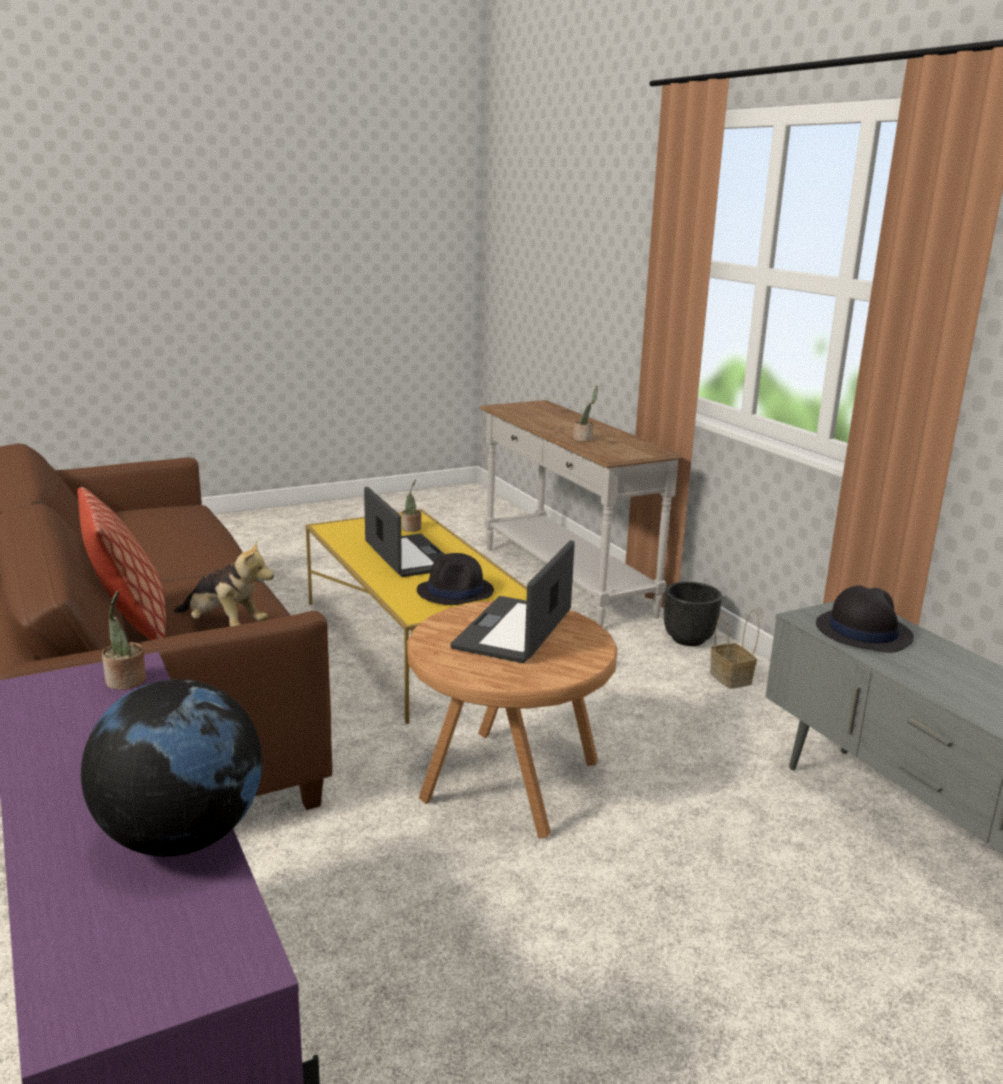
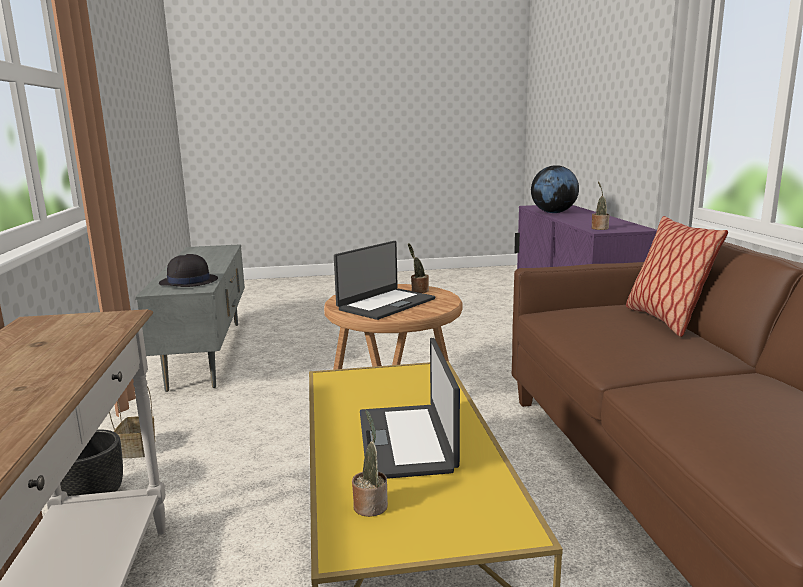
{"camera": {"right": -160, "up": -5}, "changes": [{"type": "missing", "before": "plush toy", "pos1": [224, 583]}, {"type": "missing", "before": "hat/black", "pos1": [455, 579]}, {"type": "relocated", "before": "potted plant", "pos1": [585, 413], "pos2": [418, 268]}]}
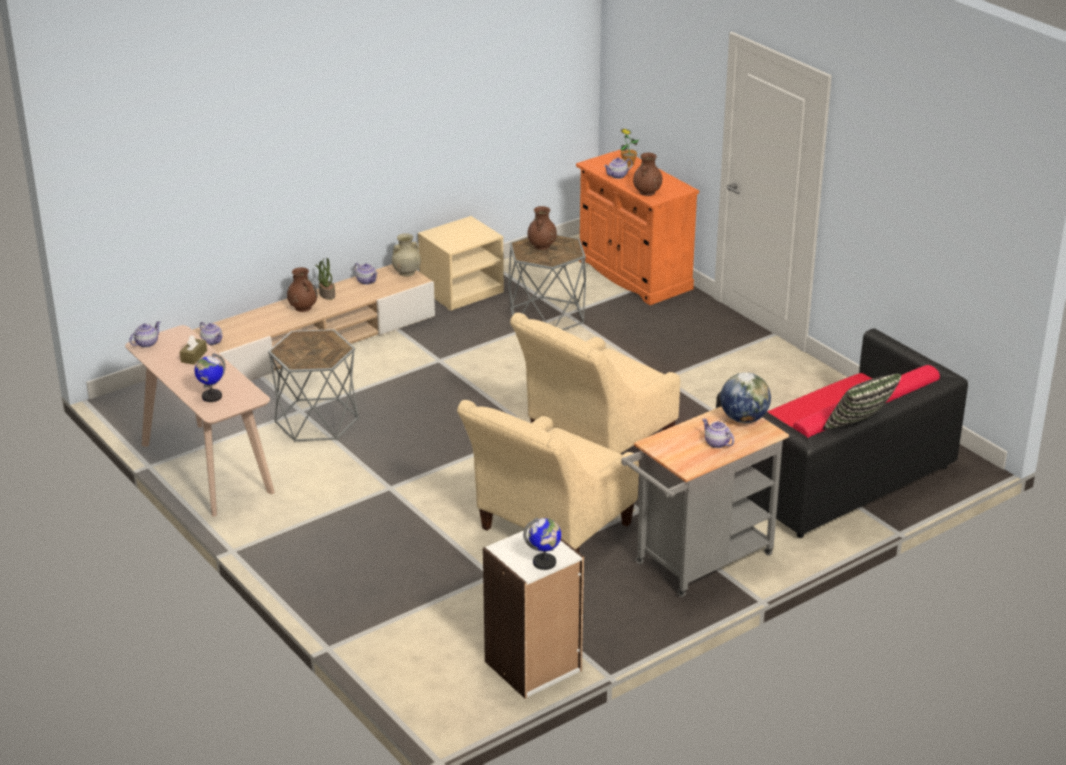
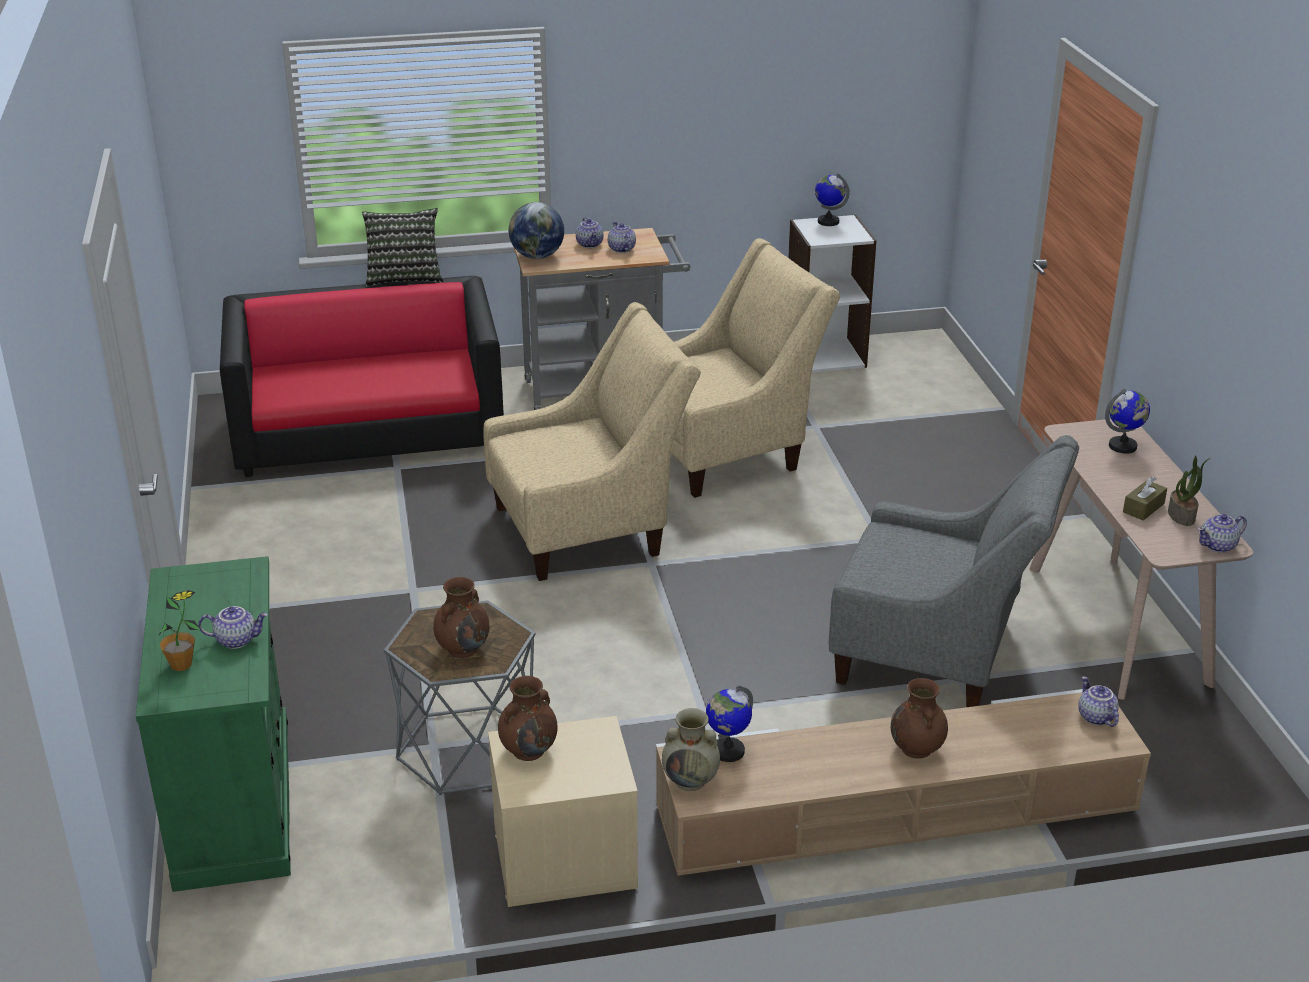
{"camera": {"right": -155, "up": 0}, "changes": [{"type": "exchanged", "before": "side table/grey", "after": "armchair/grey", "pos1": [313, 385], "pos2": [954, 571]}, {"type": "relocated", "before": "potted plant", "pos1": [325, 279], "pos2": [1189, 490]}, {"type": "relocated", "before": "teapot", "pos1": [366, 274], "pos2": [622, 237]}, {"type": "colour", "before": "cabinet/orange", "after": "cabinet/green", "pos1": [637, 227], "pos2": [213, 724]}, {"type": "relocated", "before": "vase/brown", "pos1": [647, 174], "pos2": [528, 718]}, {"type": "appeared", "after": "globe", "pos2": [729, 724]}]}
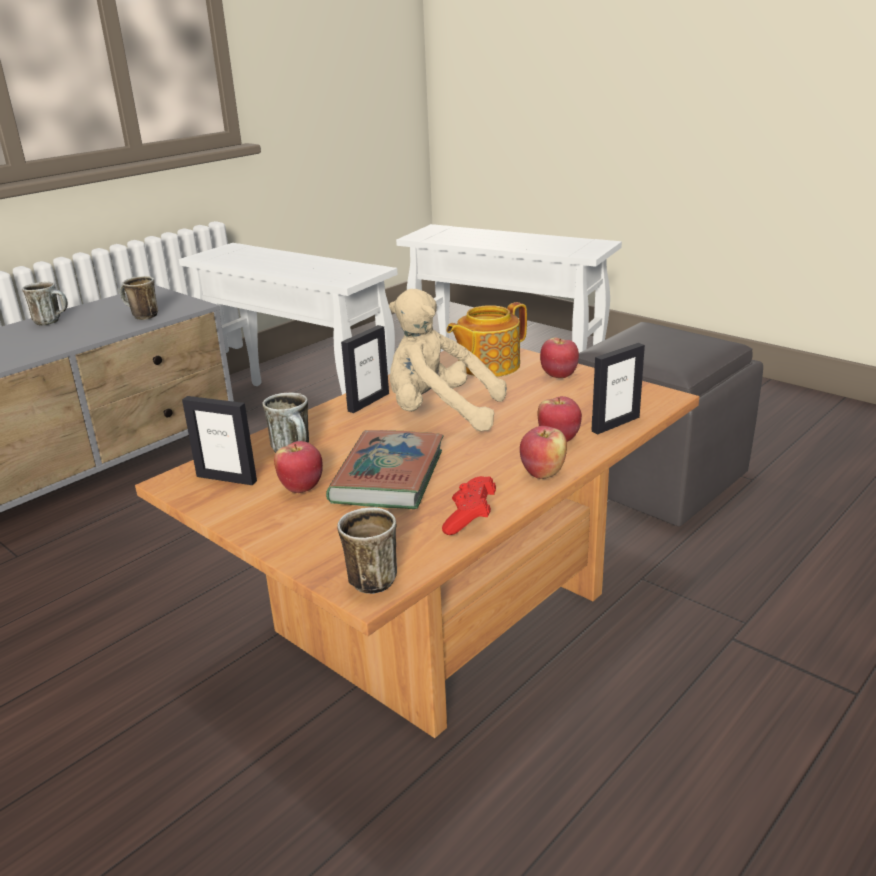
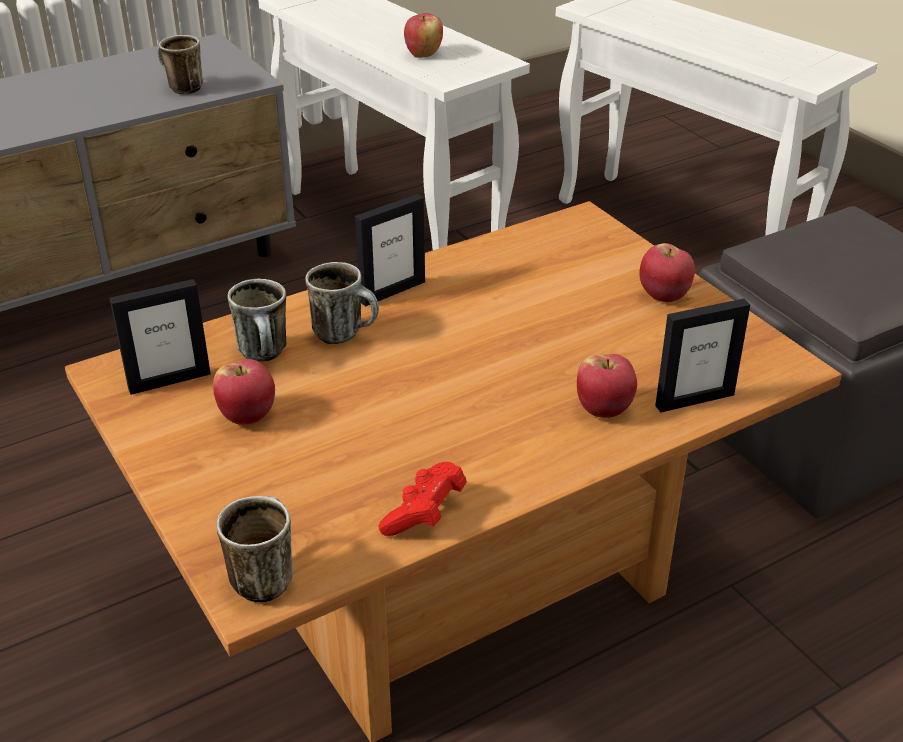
{"camera": {"right": 15, "up": 10}, "changes": [{"type": "relocated", "before": "mug", "pos1": [45, 304], "pos2": [342, 303]}, {"type": "spun", "before": "picture frame", "pos1": [219, 440], "pos2": [160, 337], "turn": -60}, {"type": "missing", "before": "book", "pos1": [385, 469]}, {"type": "missing", "before": "plush toy/beige", "pos1": [448, 360]}, {"type": "missing", "before": "teapot", "pos1": [486, 339]}, {"type": "relocated", "before": "apple", "pos1": [543, 452], "pos2": [423, 35]}]}
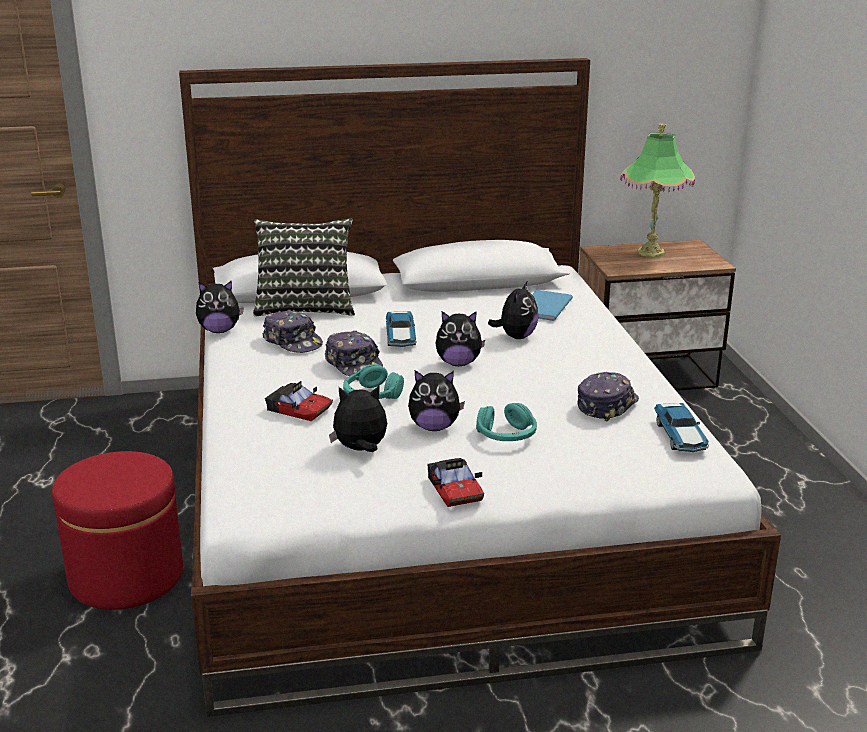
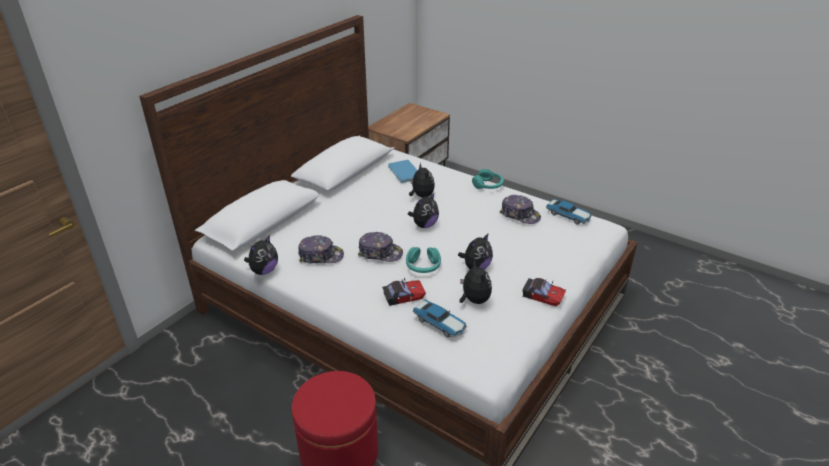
{"camera": {"right": -45, "up": 10}, "changes": [{"type": "missing", "before": "pillow", "pos1": [304, 267]}, {"type": "spun", "before": "plush toy", "pos1": [358, 419], "pos2": [476, 282], "turn": 120}, {"type": "relocated", "before": "toy car", "pos1": [401, 329], "pos2": [440, 318]}, {"type": "relocated", "before": "headphones/turquoise", "pos1": [506, 422], "pos2": [488, 179]}, {"type": "spun", "before": "cap", "pos1": [608, 397], "pos2": [520, 209], "turn": 135}, {"type": "missing", "before": "table lamp", "pos1": [657, 190]}]}
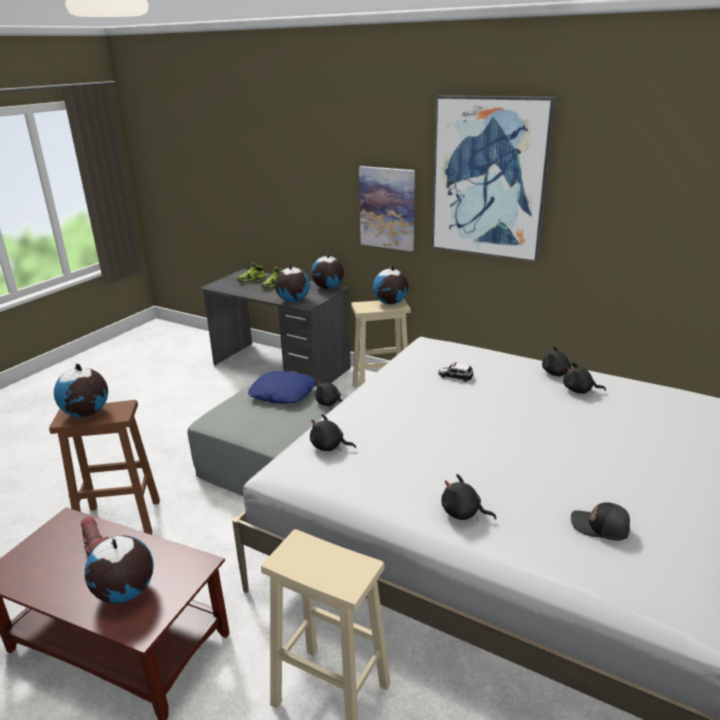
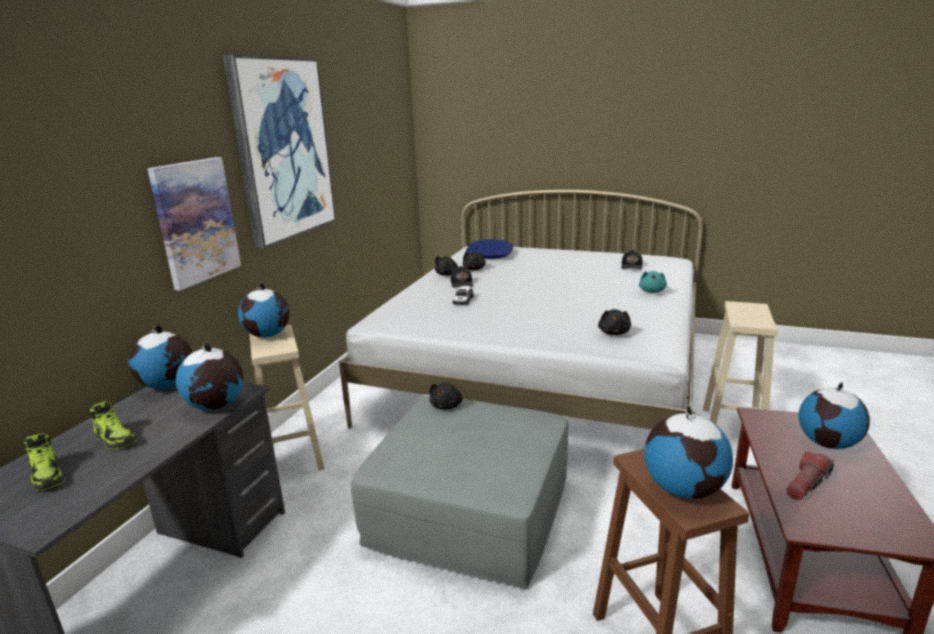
{"camera": {"right": -100, "up": -5}, "changes": [{"type": "relocated", "before": "pillow/blue", "pos1": [282, 387], "pos2": [489, 249]}, {"type": "colour", "before": "plush toy/black", "after": "plush toy/turquoise", "pos1": [468, 497], "pos2": [653, 282]}, {"type": "appeared", "after": "cap/black", "pos2": [462, 277]}]}
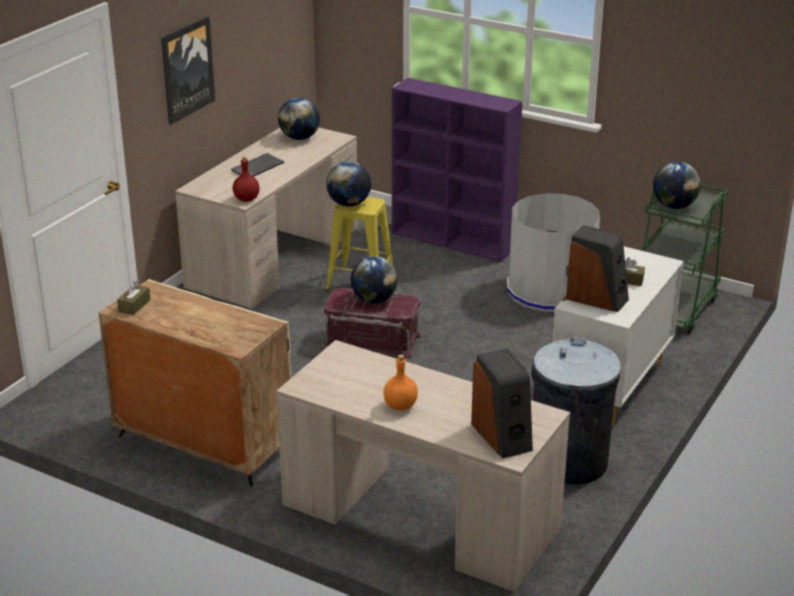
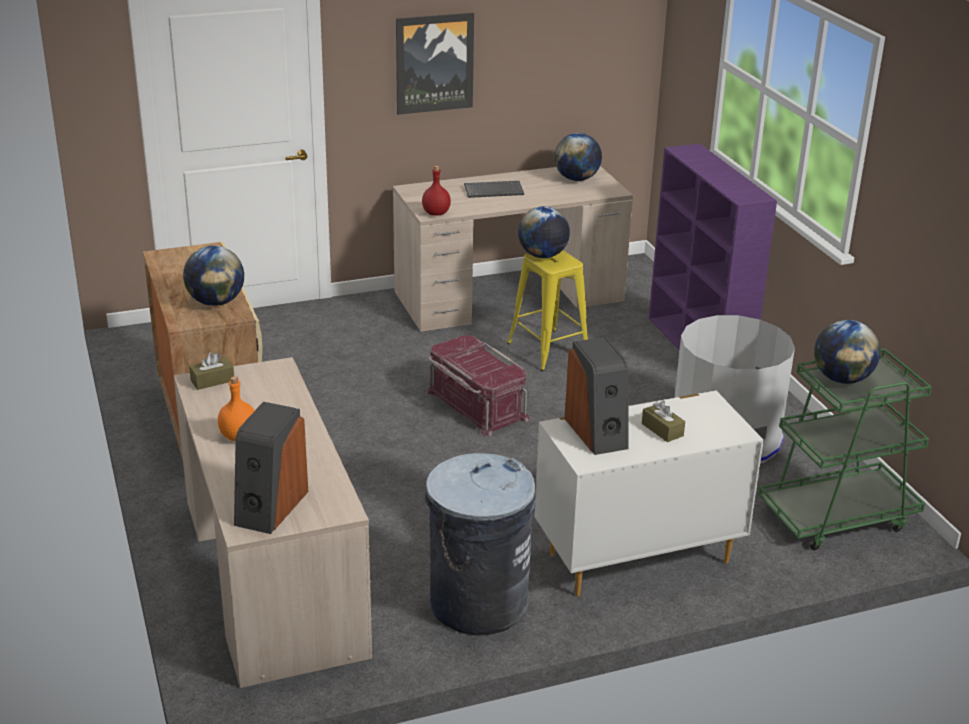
{"camera": {"right": 40, "up": 0}, "changes": [{"type": "relocated", "before": "tissue box/brown", "pos1": [133, 297], "pos2": [211, 371]}, {"type": "relocated", "before": "globe", "pos1": [374, 279], "pos2": [213, 275]}]}
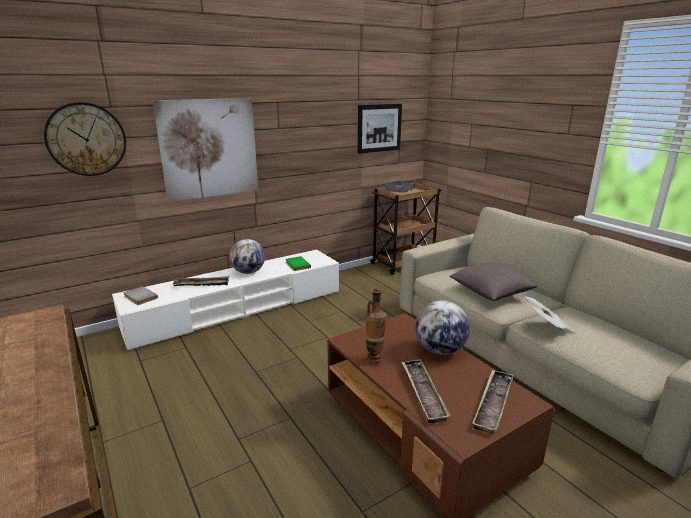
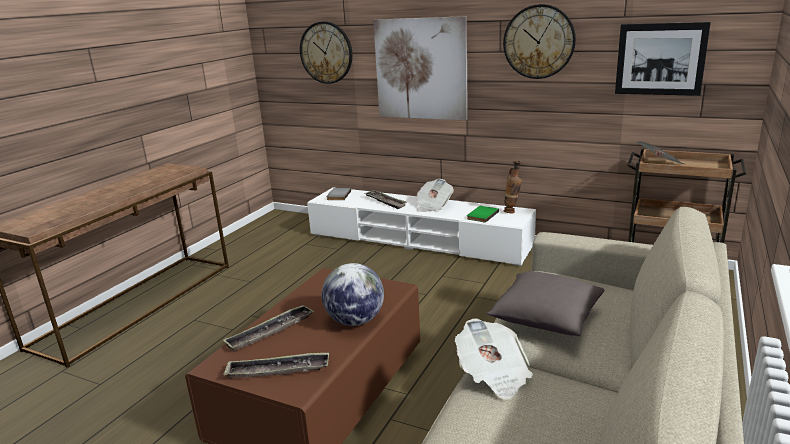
{"camera": {"right": 60, "up": 0}, "changes": [{"type": "exchanged", "before": "globe", "after": "newspaper", "pos1": [247, 256], "pos2": [435, 195]}, {"type": "relocated", "before": "vase", "pos1": [376, 326], "pos2": [513, 187]}, {"type": "appeared", "after": "wall clock", "pos2": [539, 41]}]}
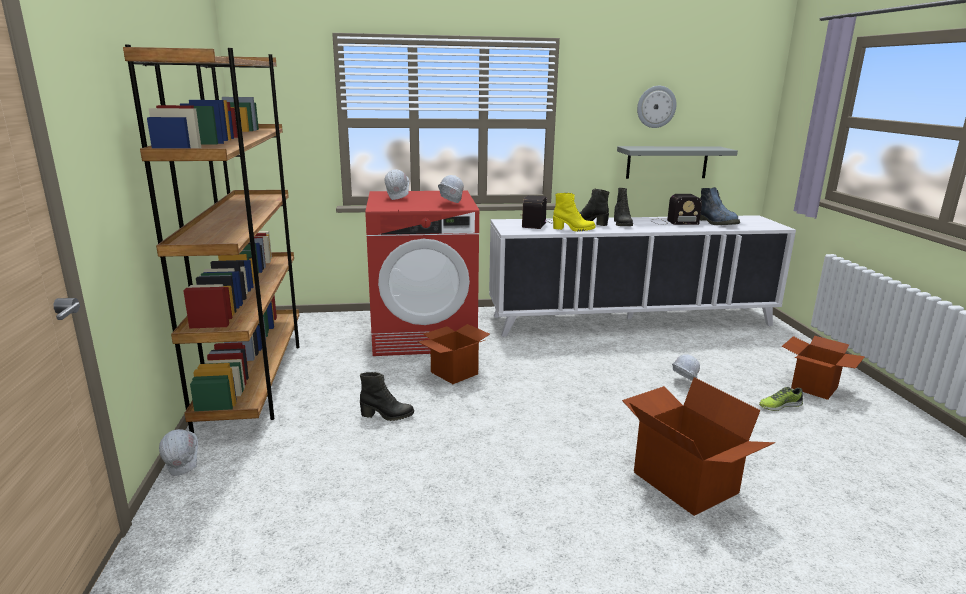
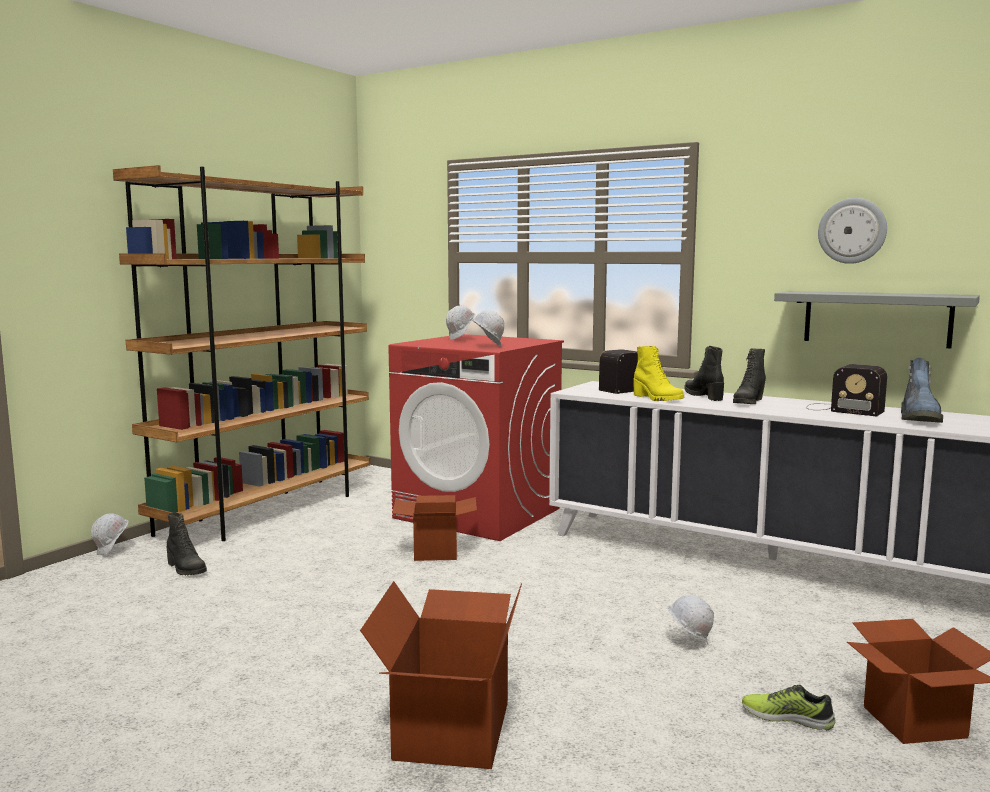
{"camera": {"right": 40, "up": -10}, "changes": [{"type": "relocated", "before": "boot/black", "pos1": [387, 396], "pos2": [187, 544]}]}
